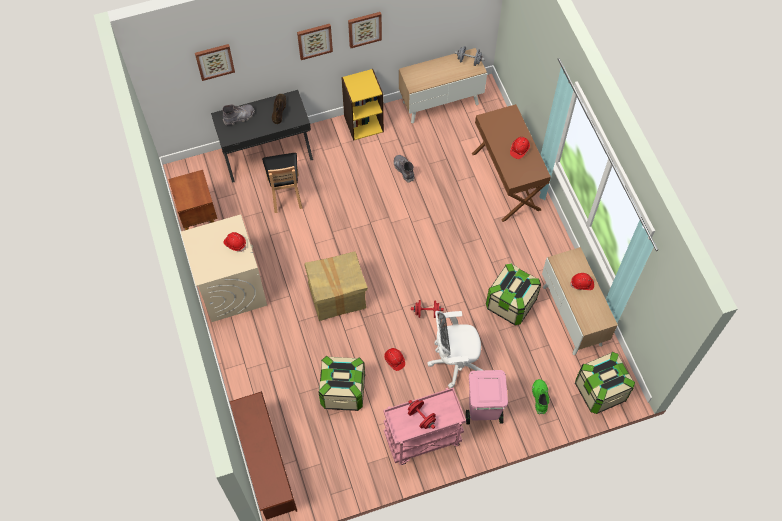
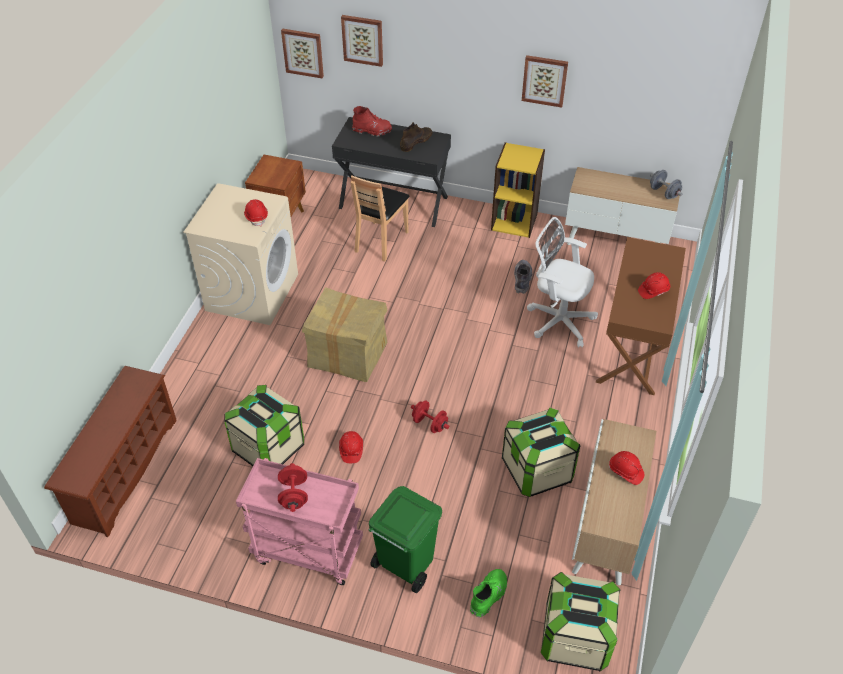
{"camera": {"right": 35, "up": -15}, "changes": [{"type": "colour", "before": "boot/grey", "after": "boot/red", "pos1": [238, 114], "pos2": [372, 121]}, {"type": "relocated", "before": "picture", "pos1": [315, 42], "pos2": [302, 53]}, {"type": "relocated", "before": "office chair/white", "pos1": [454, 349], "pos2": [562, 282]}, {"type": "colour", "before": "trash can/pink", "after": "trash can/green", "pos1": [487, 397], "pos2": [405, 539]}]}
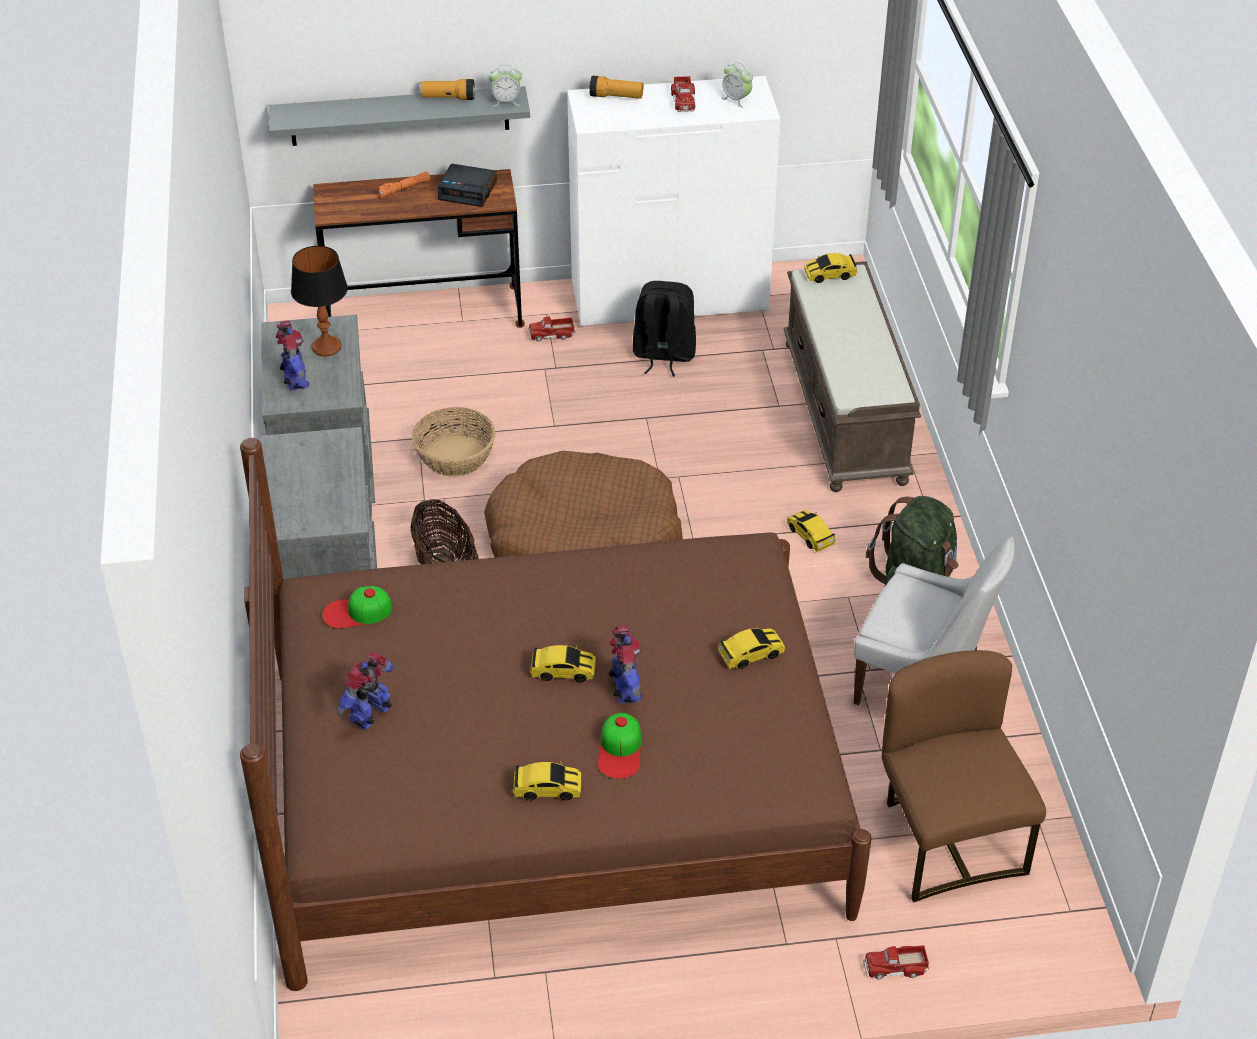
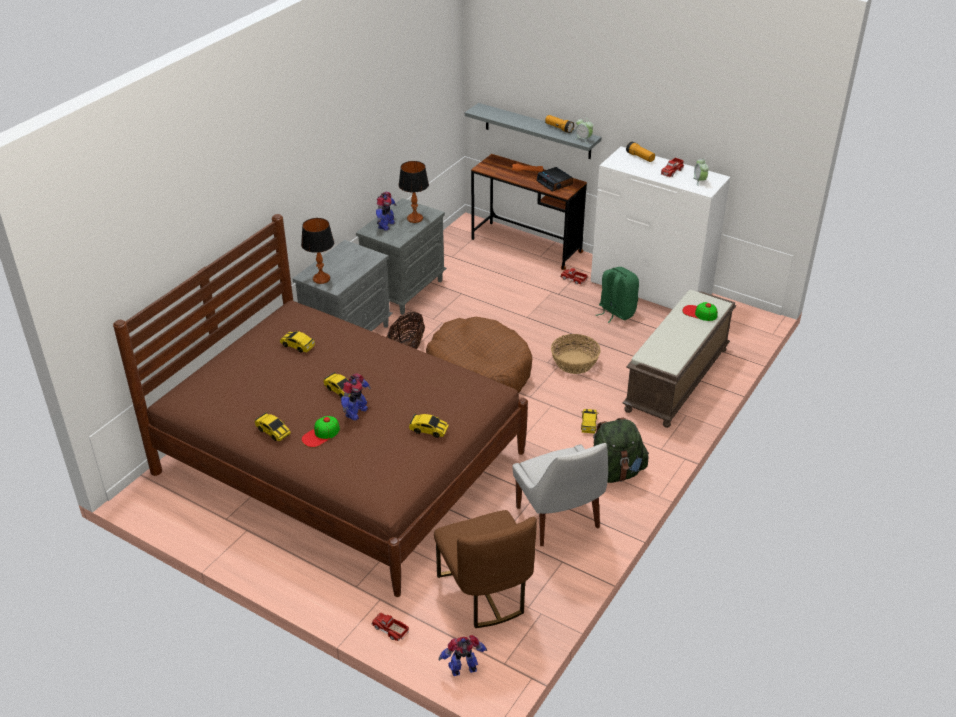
{"camera": {"right": 40, "up": -5}, "changes": [{"type": "relocated", "before": "cap", "pos1": [357, 607], "pos2": [700, 311]}, {"type": "relocated", "before": "toy robot", "pos1": [365, 691], "pos2": [463, 655]}, {"type": "relocated", "before": "basket", "pos1": [453, 442], "pos2": [576, 354]}, {"type": "colour", "before": "backpack/black", "after": "backpack/green", "pos1": [664, 329], "pos2": [617, 295]}, {"type": "relocated", "before": "toy car", "pos1": [830, 268], "pos2": [297, 341]}, {"type": "spun", "before": "chair/brown", "pos1": [964, 776], "pos2": [485, 569], "turn": 135}, {"type": "appeared", "after": "table lamp", "pos2": [317, 251]}]}
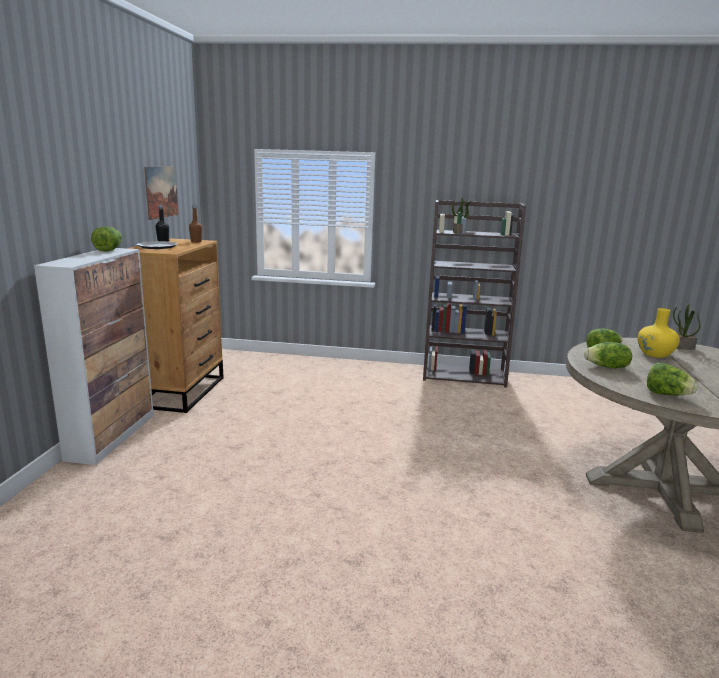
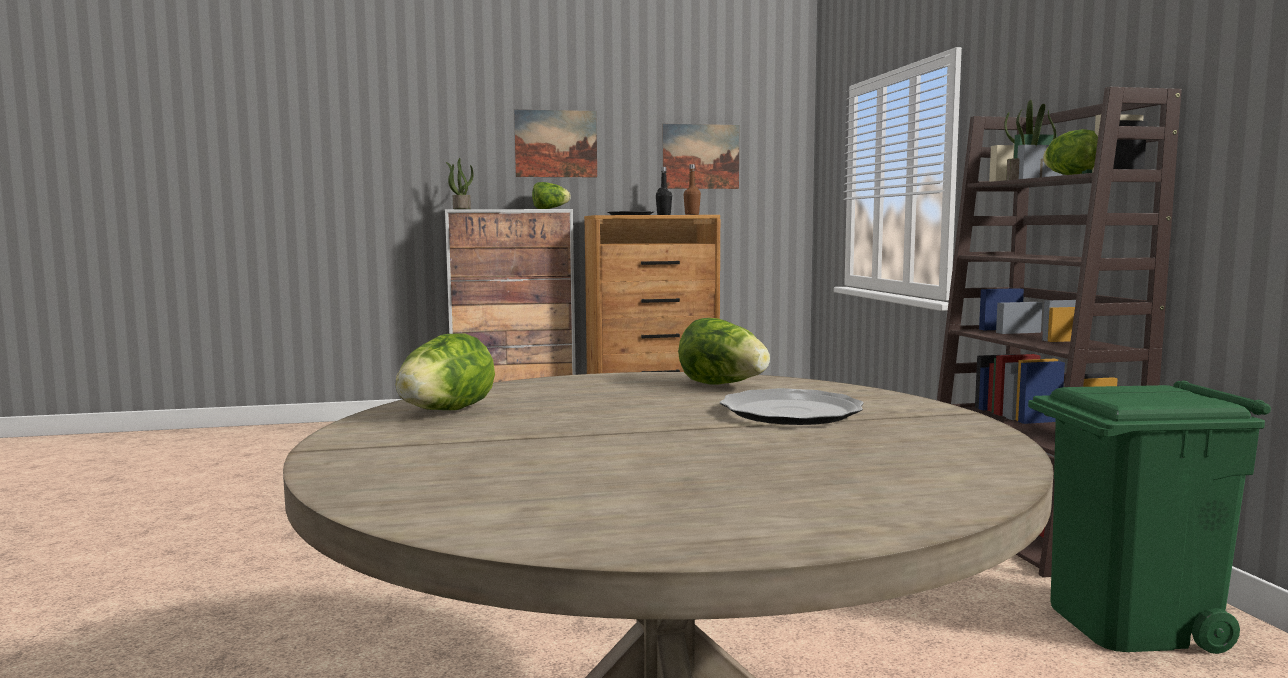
{"camera": {"right": 70, "up": -10}, "changes": [{"type": "relocated", "before": "lettuce", "pos1": [608, 355], "pos2": [1070, 152]}, {"type": "exchanged", "before": "vase/yellow", "after": "plate", "pos1": [658, 333], "pos2": [792, 406]}, {"type": "relocated", "before": "potted plant", "pos1": [687, 327], "pos2": [460, 183]}, {"type": "appeared", "after": "picture", "pos2": [555, 143]}, {"type": "appeared", "after": "trash can/green", "pos2": [1149, 517]}]}
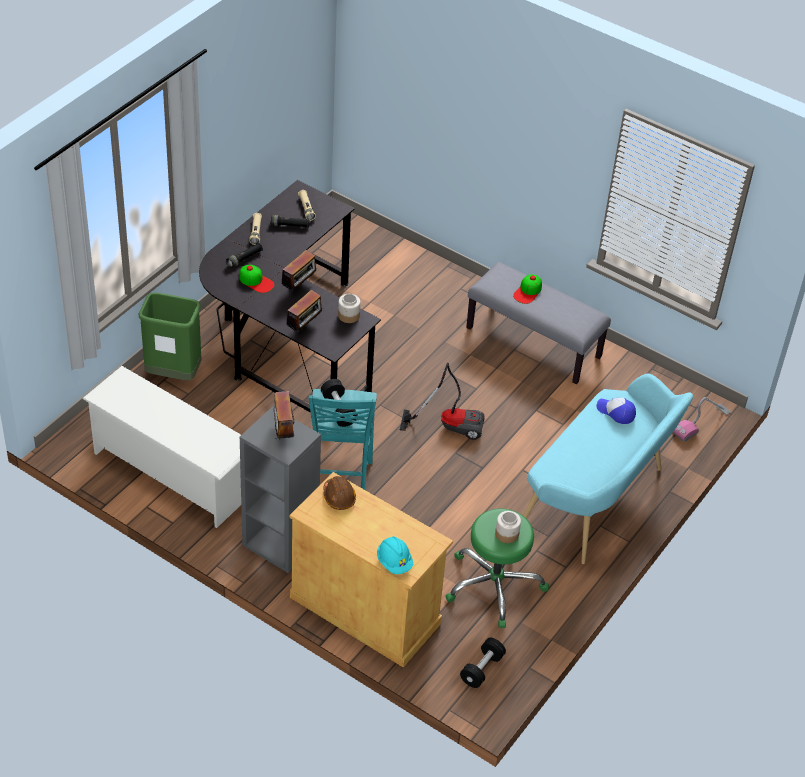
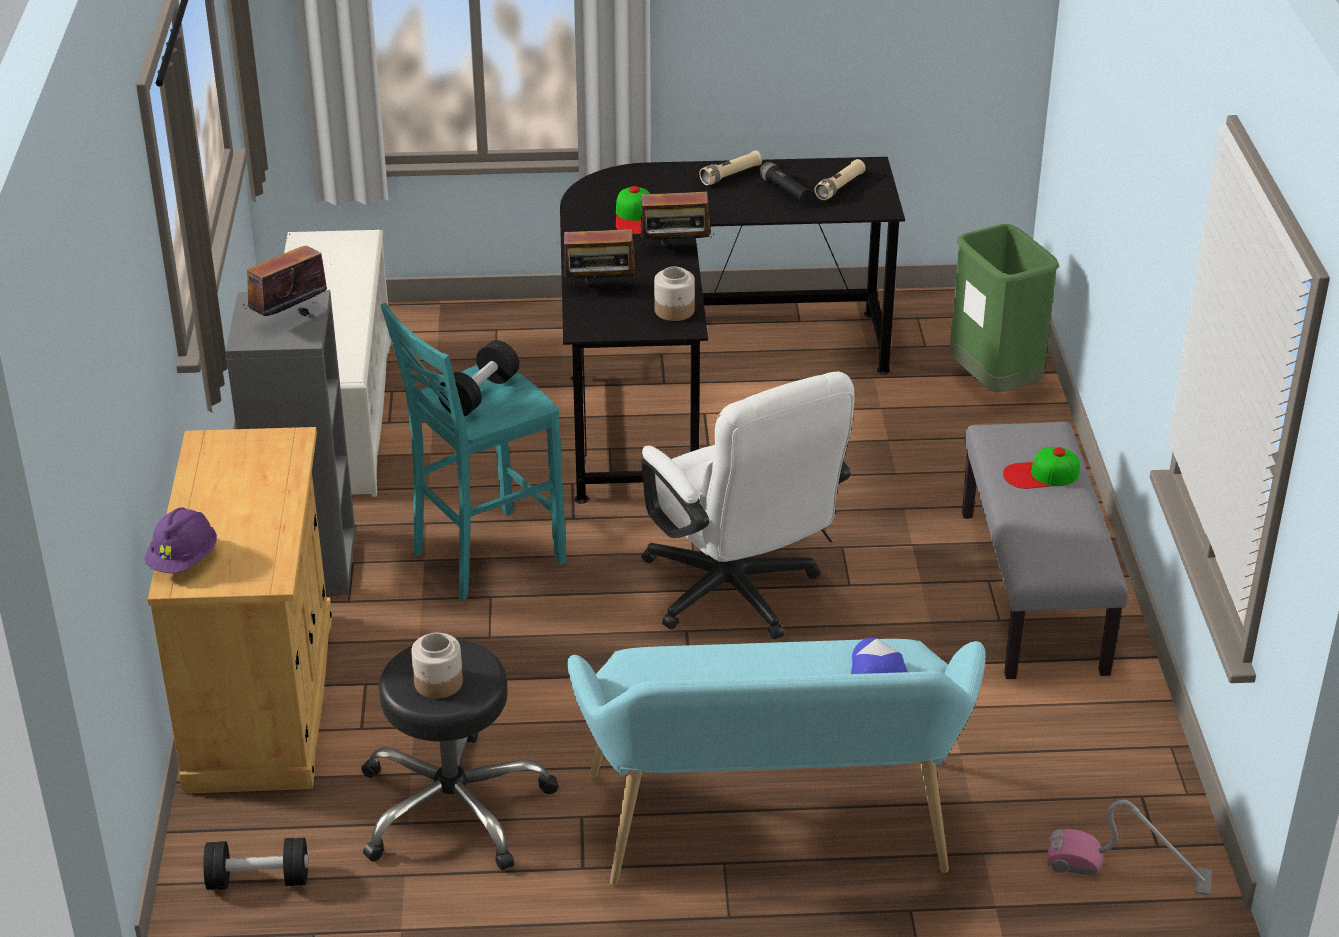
{"camera": {"right": 55, "up": -10}, "changes": [{"type": "relocated", "before": "trash can/green", "pos1": [170, 336], "pos2": [1004, 308]}, {"type": "missing", "before": "flashlight/black", "pos1": [244, 255]}, {"type": "missing", "before": "hard hat/brown", "pos1": [340, 493]}, {"type": "colour", "before": "hard hat/turquoise", "after": "hard hat/purple", "pos1": [395, 555], "pos2": [180, 540]}, {"type": "exchanged", "before": "vacuum cleaner", "after": "office chair/white", "pos1": [442, 401], "pos2": [748, 505]}, {"type": "colour", "before": "stool/green", "after": "stool/black", "pos1": [497, 568], "pos2": [460, 754]}]}
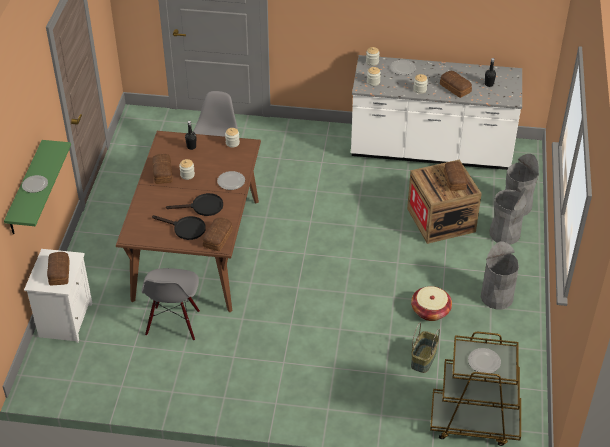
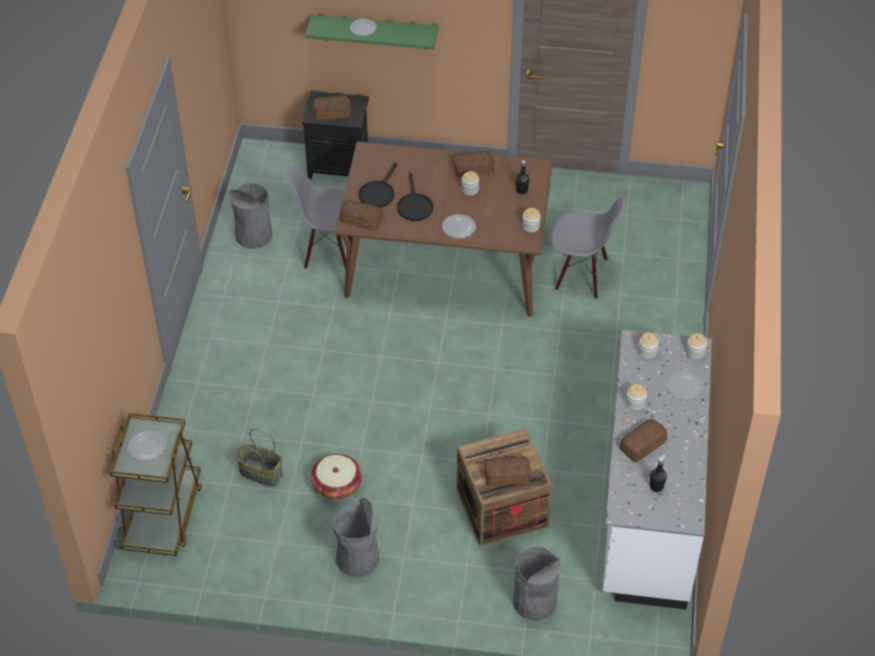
{"camera": {"right": 90, "up": 5}, "changes": [{"type": "colour", "before": "nightstand/white", "after": "nightstand/black", "pos1": [58, 296], "pos2": [335, 135]}, {"type": "relocated", "before": "trash can/grey", "pos1": [508, 216], "pos2": [250, 216]}]}
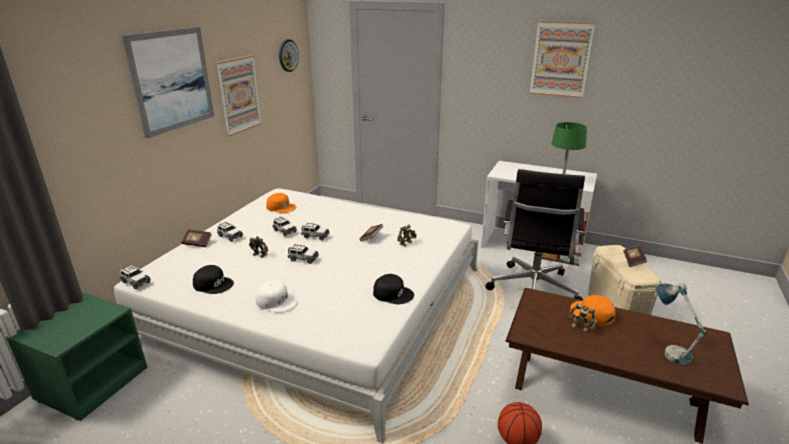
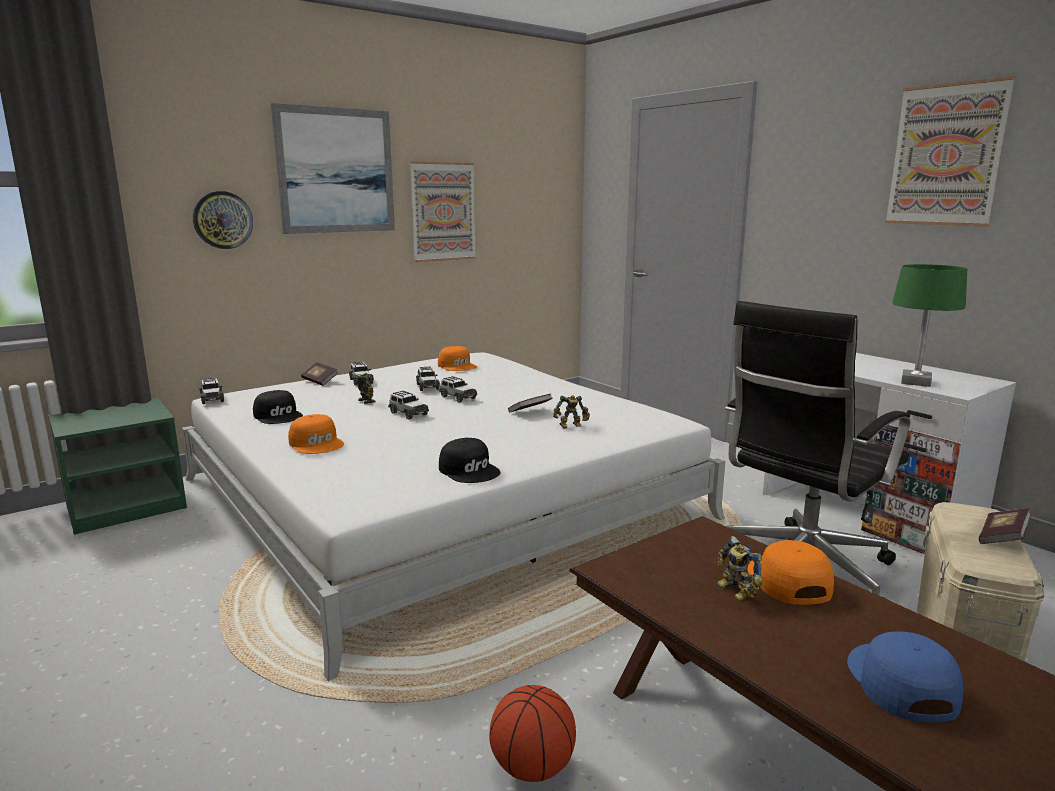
{"camera": {"right": 30, "up": -10}, "changes": [{"type": "colour", "before": "cap/white", "after": "cap/orange", "pos1": [277, 296], "pos2": [316, 434]}, {"type": "relocated", "before": "wall clock", "pos1": [289, 55], "pos2": [223, 220]}, {"type": "exchanged", "before": "table lamp", "after": "cap/blue", "pos1": [681, 324], "pos2": [905, 676]}]}
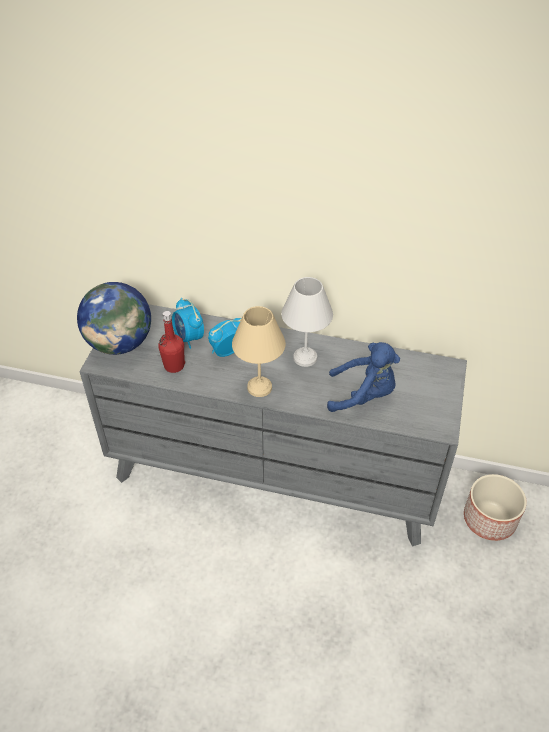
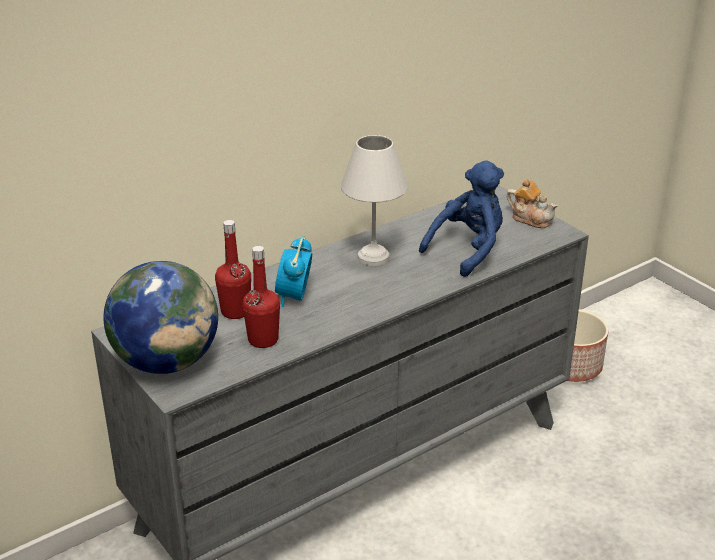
{"camera": {"right": -50, "up": -15}, "changes": [{"type": "exchanged", "before": "alarm clock", "after": "bottle/red", "pos1": [188, 323], "pos2": [233, 269]}, {"type": "missing", "before": "table lamp/beige", "pos1": [259, 351]}, {"type": "appeared", "after": "teapot", "pos2": [532, 203]}]}
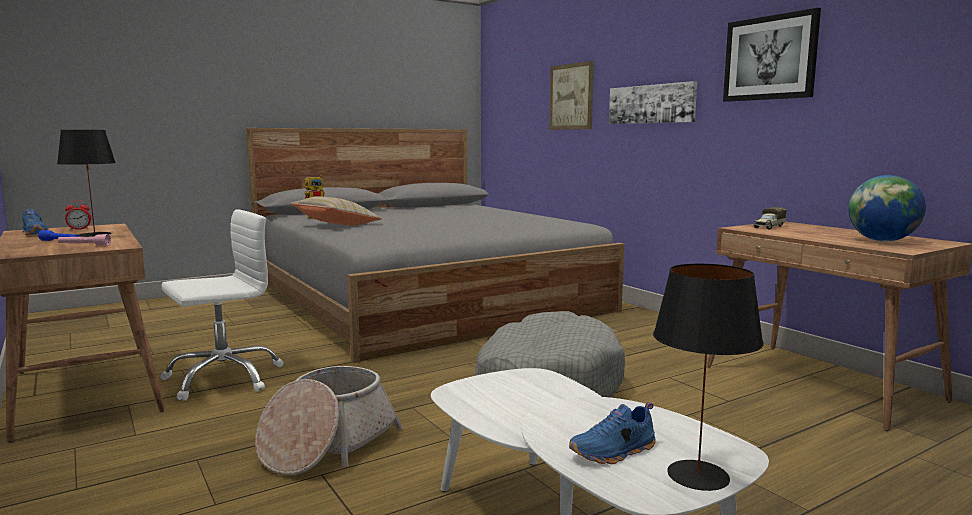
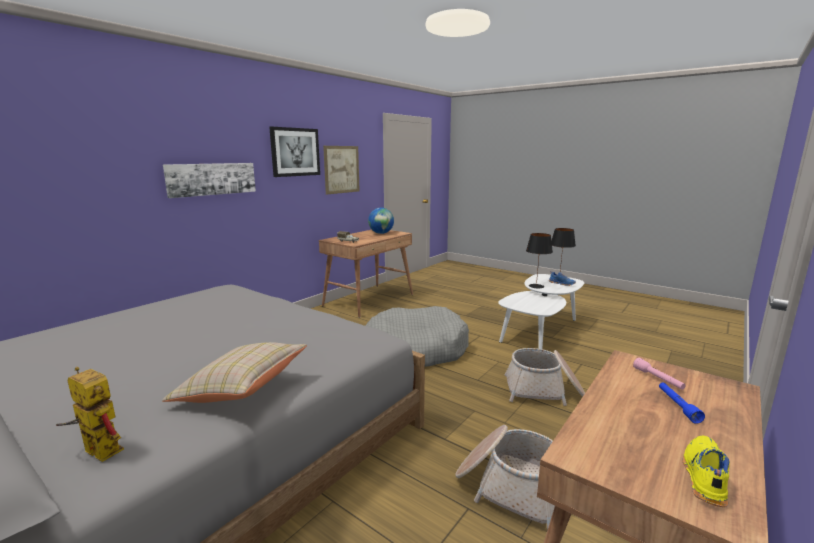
{"camera": {"right": -110, "up": 5}, "changes": [{"type": "colour", "before": "shoe/blue", "after": "shoe/yellow", "pos1": [35, 222], "pos2": [706, 471]}, {"type": "relocated", "before": "table lamp/black", "pos1": [86, 183], "pos2": [539, 261]}, {"type": "missing", "before": "alarm clock", "pos1": [78, 215]}, {"type": "exchanged", "before": "office chair/white", "after": "basket", "pos1": [222, 305], "pos2": [505, 477]}, {"type": "relocated", "before": "picture", "pos1": [571, 95], "pos2": [341, 170]}]}
